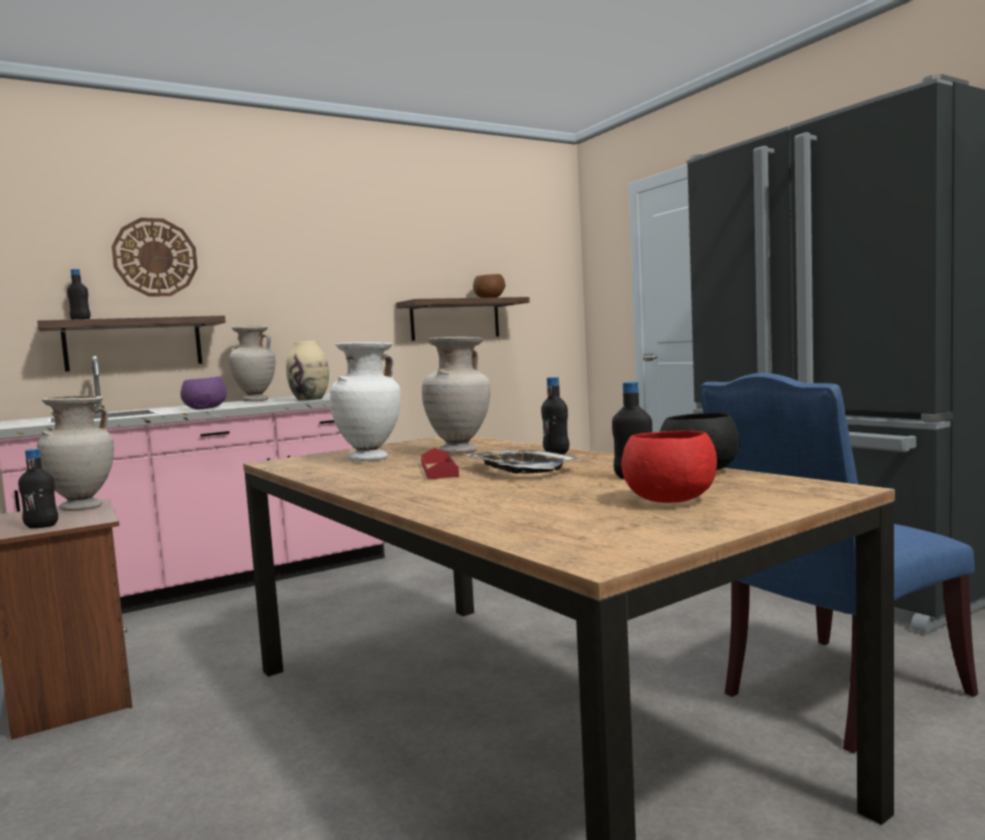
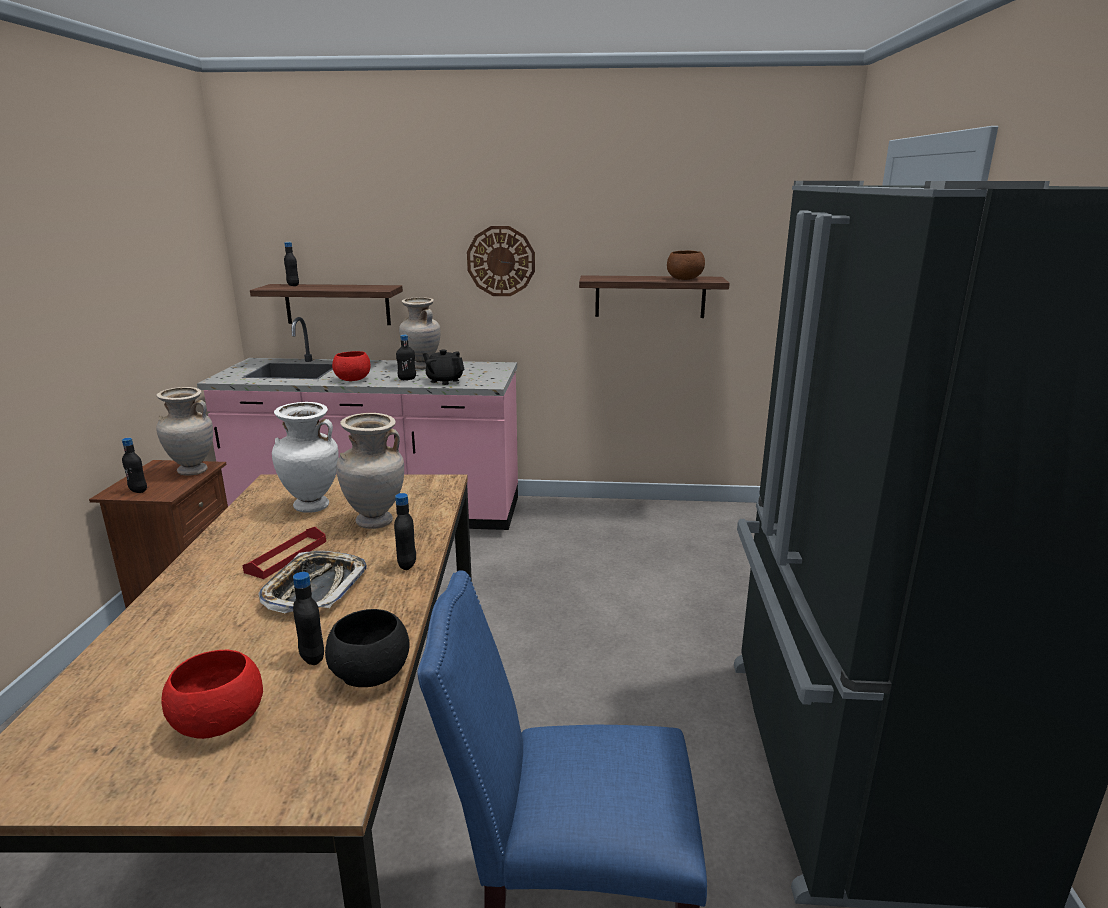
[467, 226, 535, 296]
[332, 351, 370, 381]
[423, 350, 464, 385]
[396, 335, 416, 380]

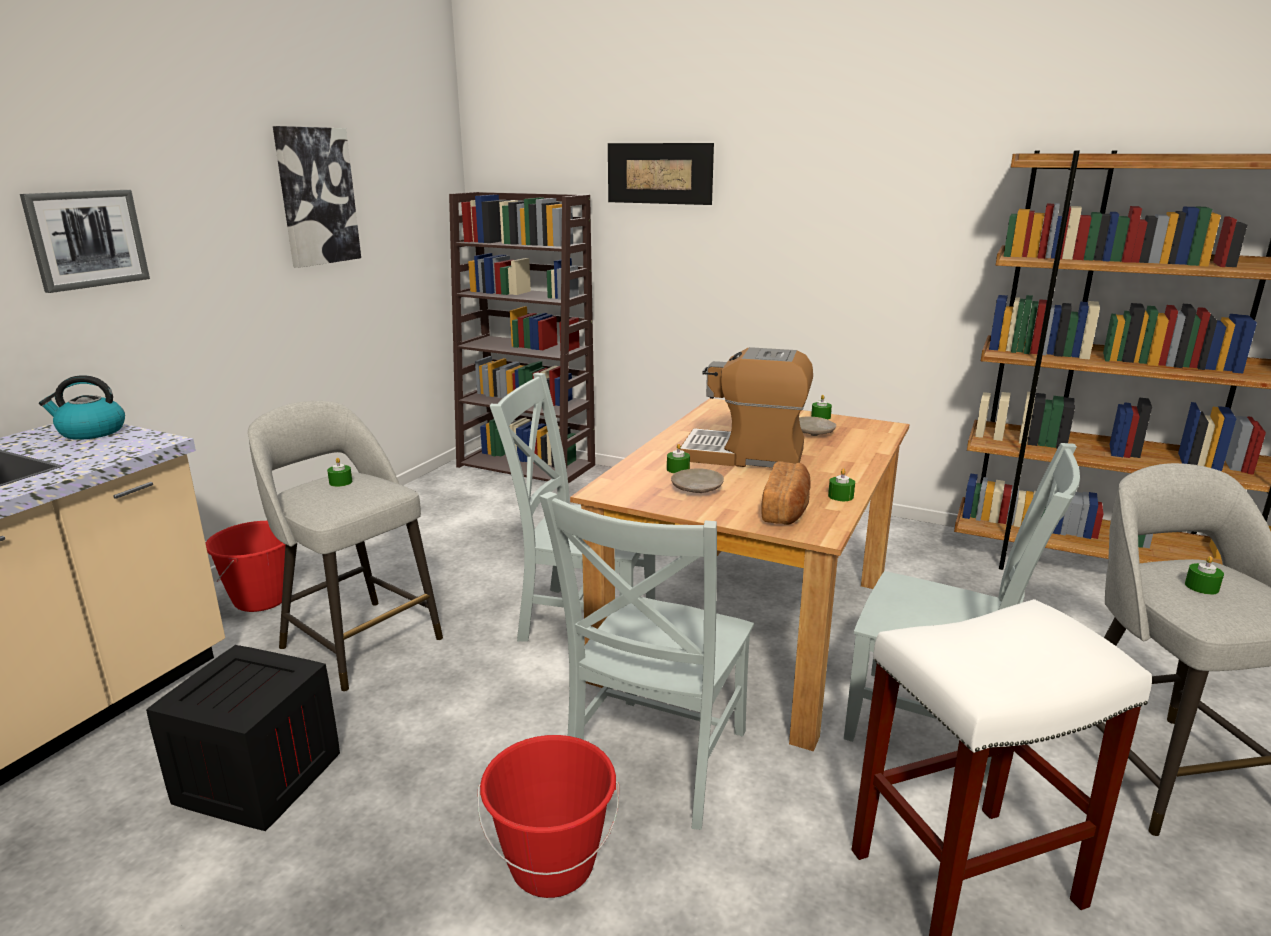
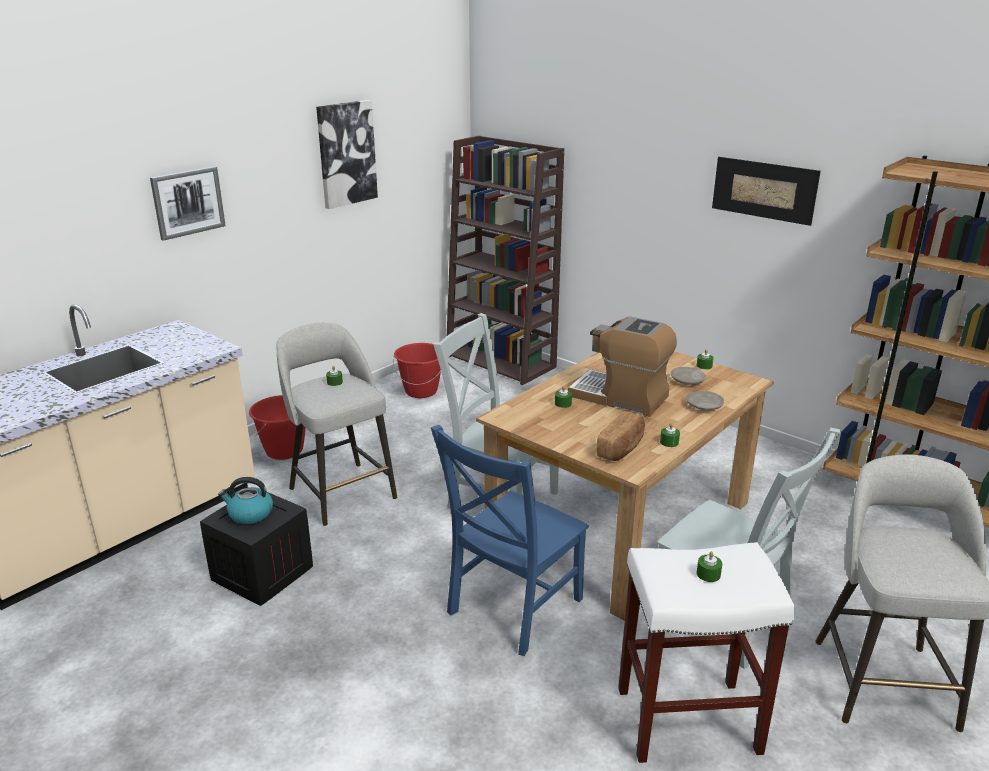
[218, 477, 273, 524]
[393, 343, 441, 398]
[431, 425, 589, 656]
[712, 157, 821, 226]
[686, 391, 724, 410]
[697, 551, 722, 582]

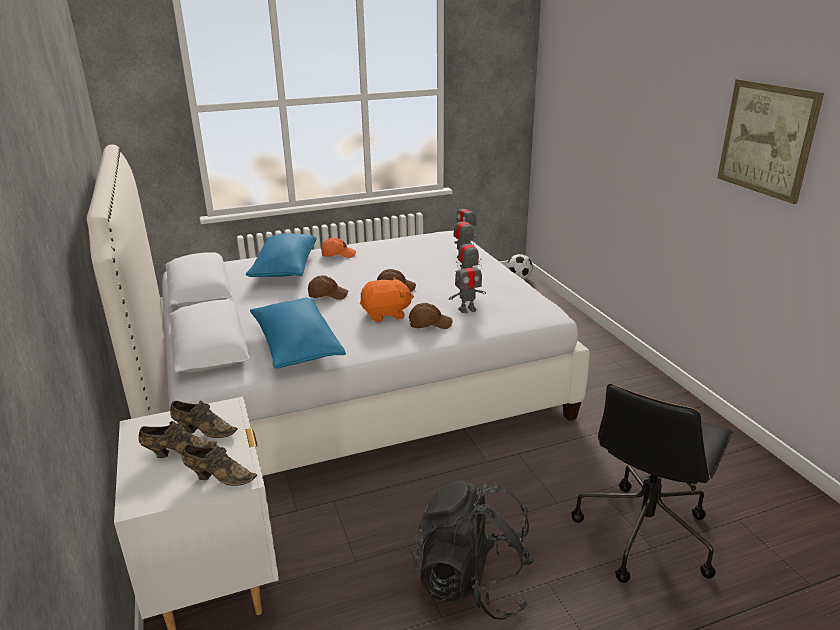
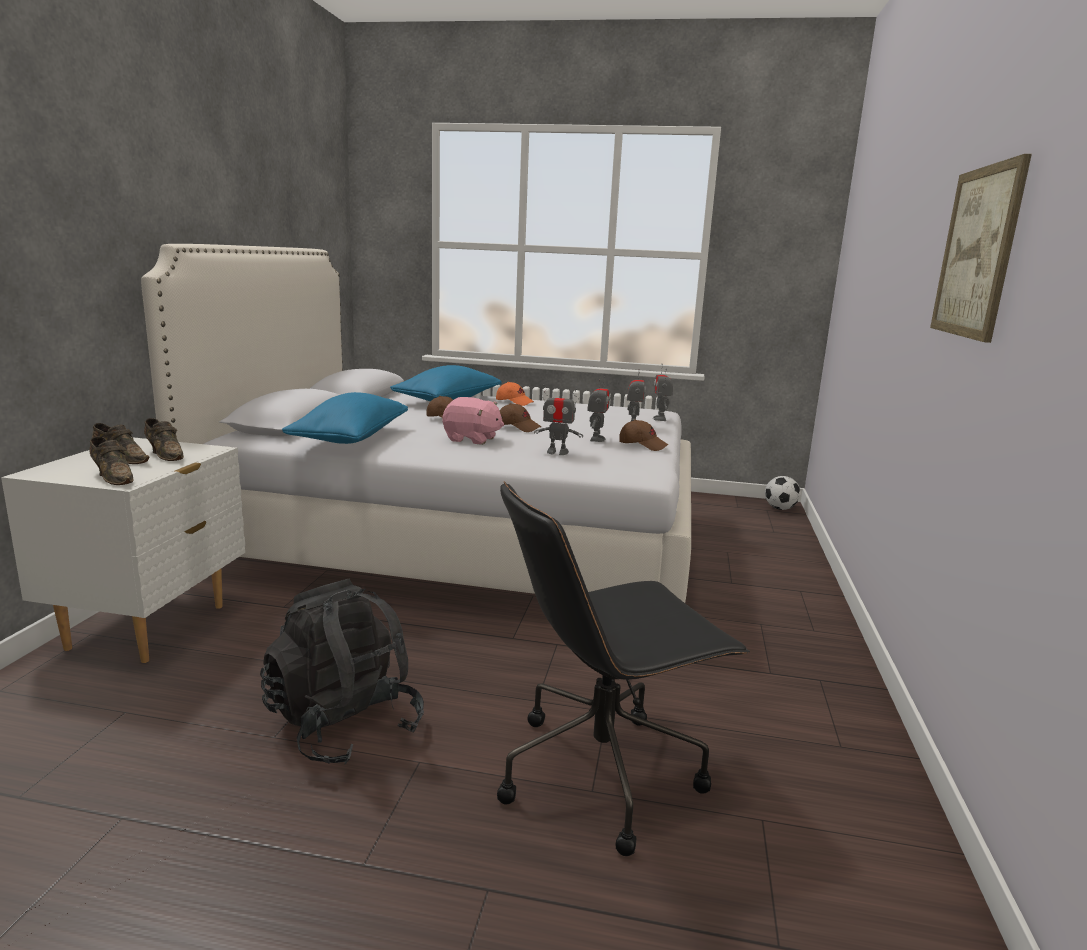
[443, 397, 504, 445]
[619, 420, 668, 451]

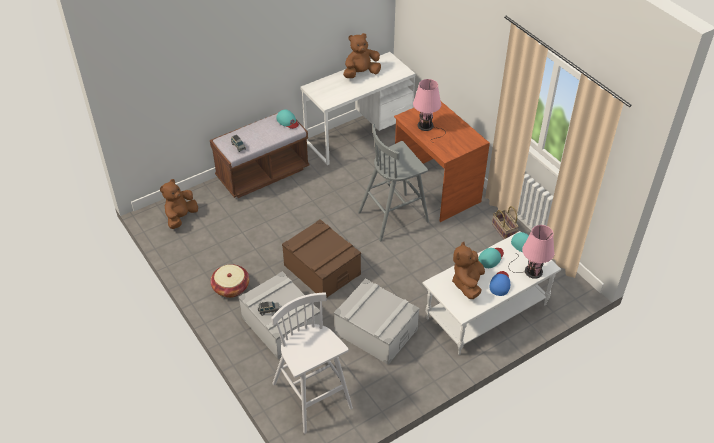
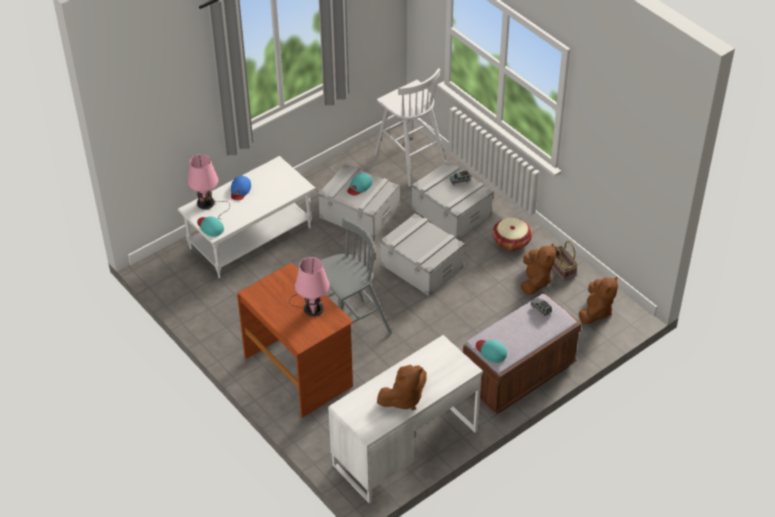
[380, 213, 465, 296]
[521, 244, 556, 295]
[347, 173, 372, 195]
[552, 241, 578, 281]

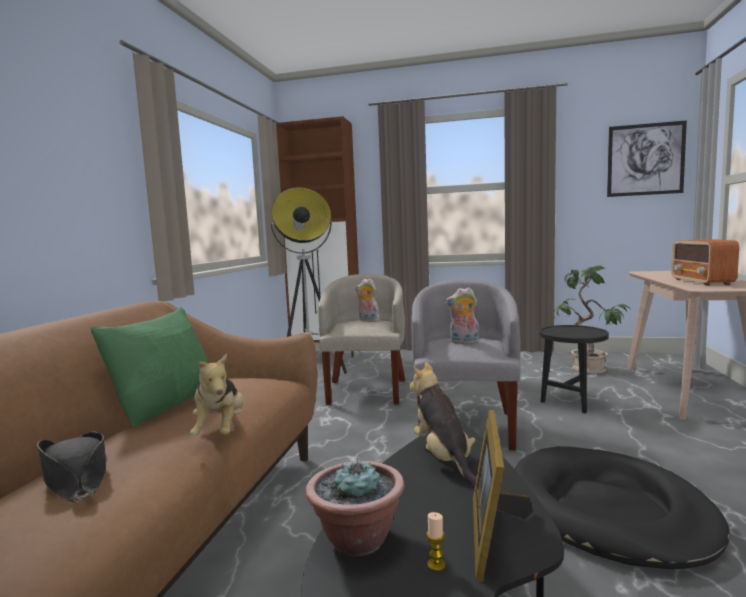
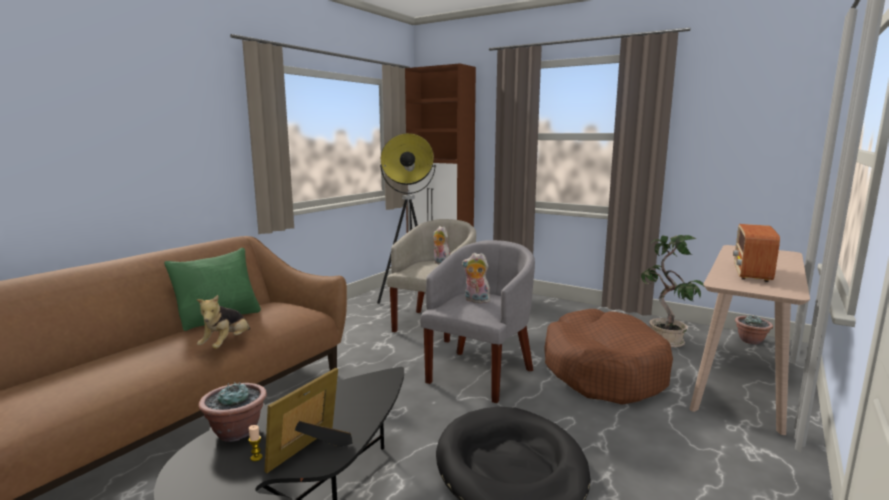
[37, 432, 108, 502] (first image)
[409, 362, 476, 488] (first image)
[544, 309, 673, 405]
[607, 120, 687, 197] (first image)
[735, 316, 773, 344]

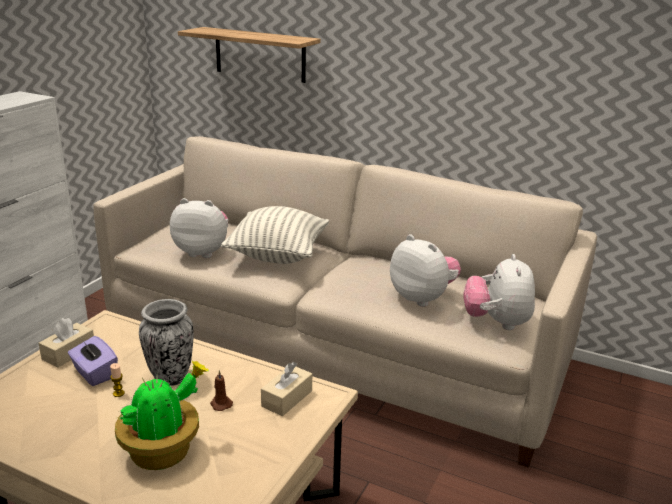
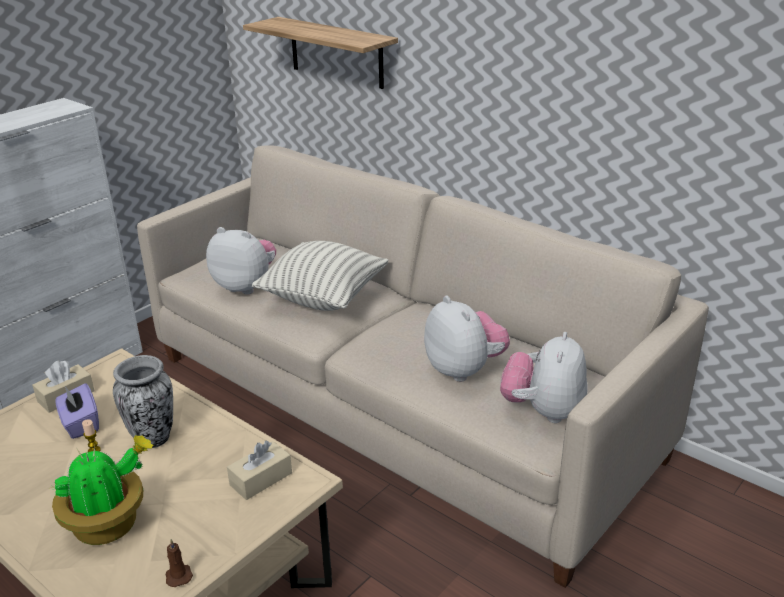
[166, 539, 193, 587]

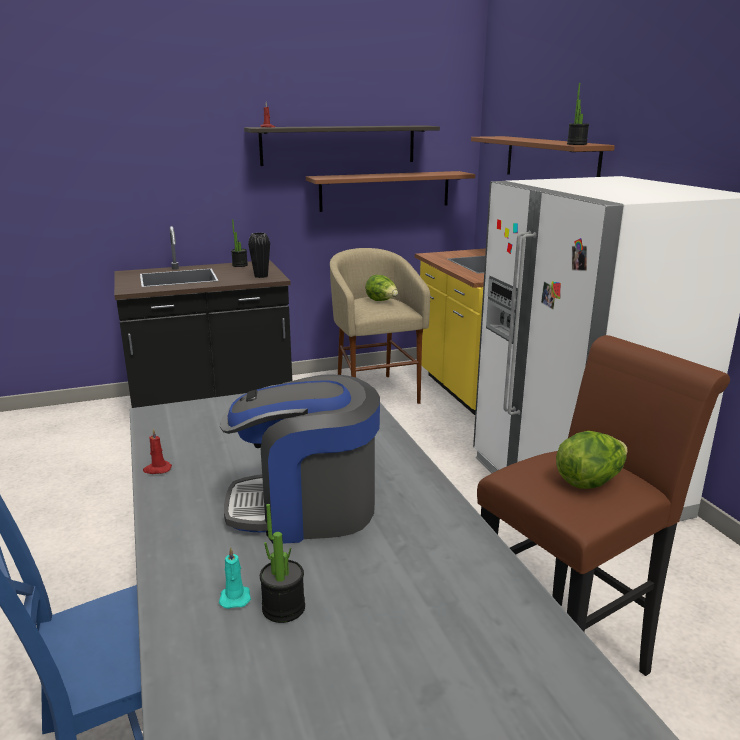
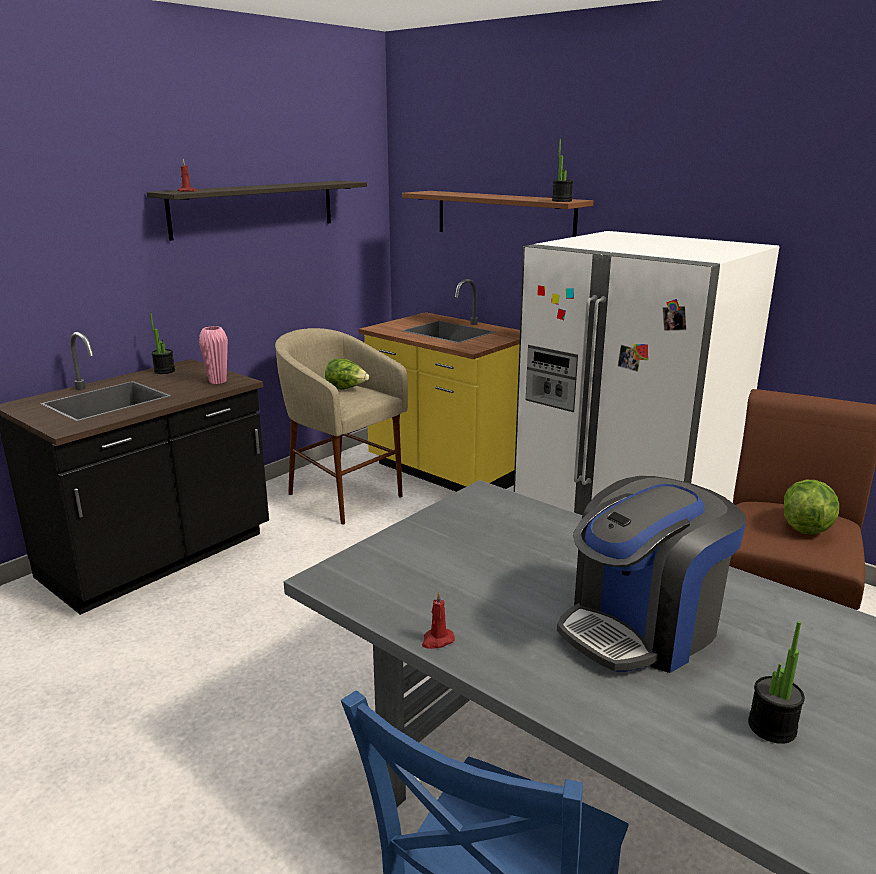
[219, 547, 251, 609] (first image)
[199, 326, 228, 384]
[306, 171, 475, 212] (first image)

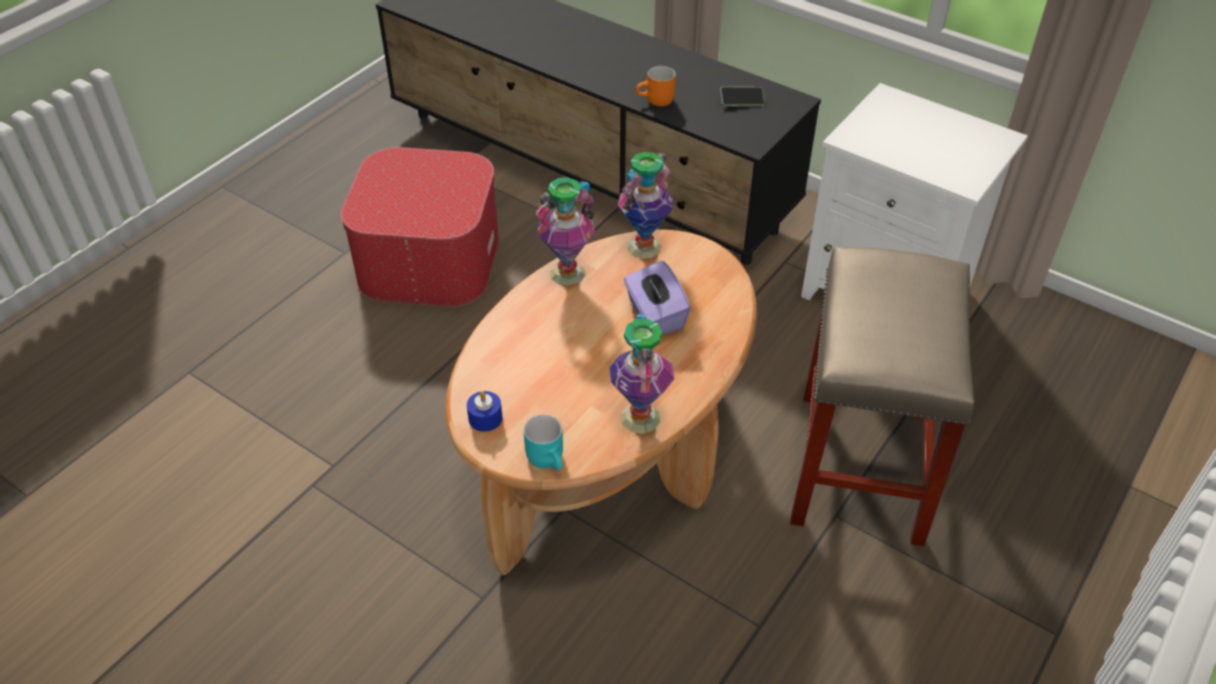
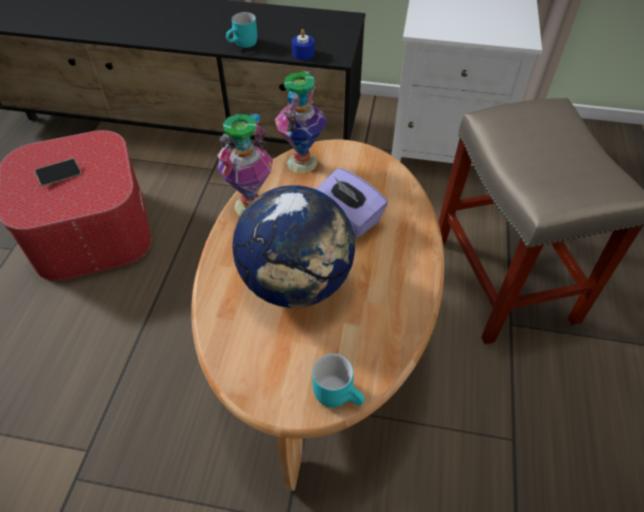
[292, 29, 314, 60]
[610, 314, 675, 434] (first image)
[226, 12, 257, 48]
[35, 159, 81, 186]
[232, 185, 355, 308]

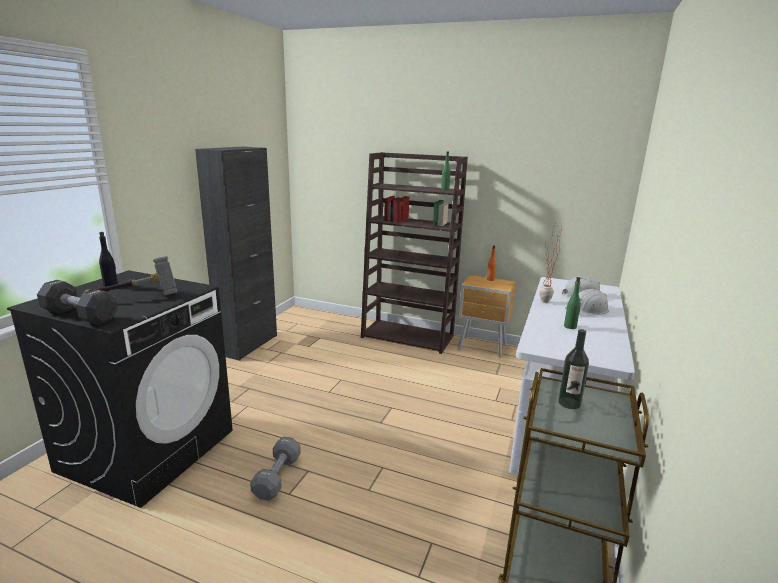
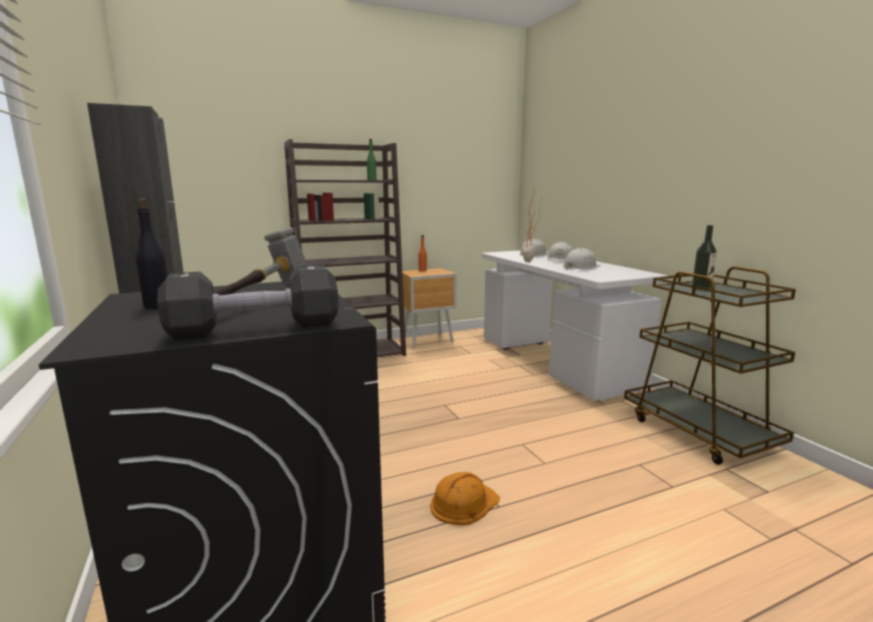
[430, 472, 500, 525]
[563, 248, 601, 269]

